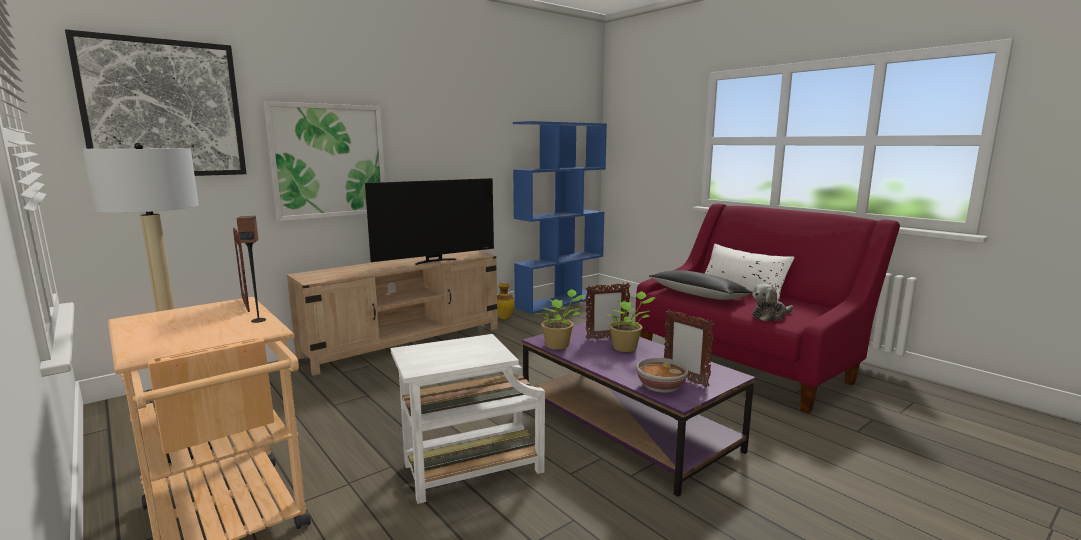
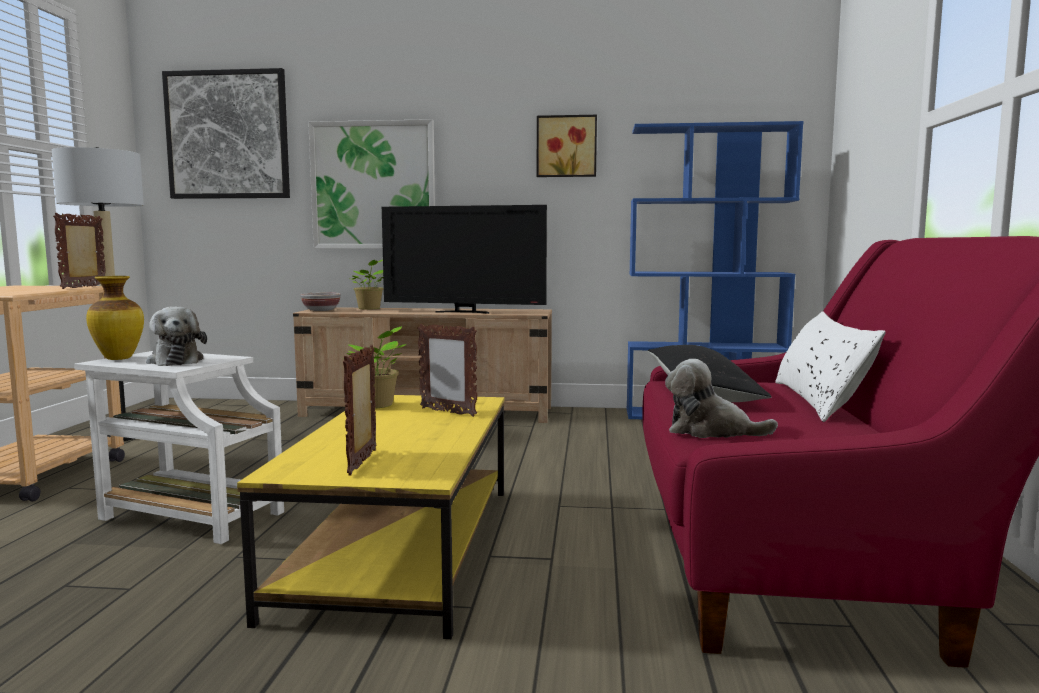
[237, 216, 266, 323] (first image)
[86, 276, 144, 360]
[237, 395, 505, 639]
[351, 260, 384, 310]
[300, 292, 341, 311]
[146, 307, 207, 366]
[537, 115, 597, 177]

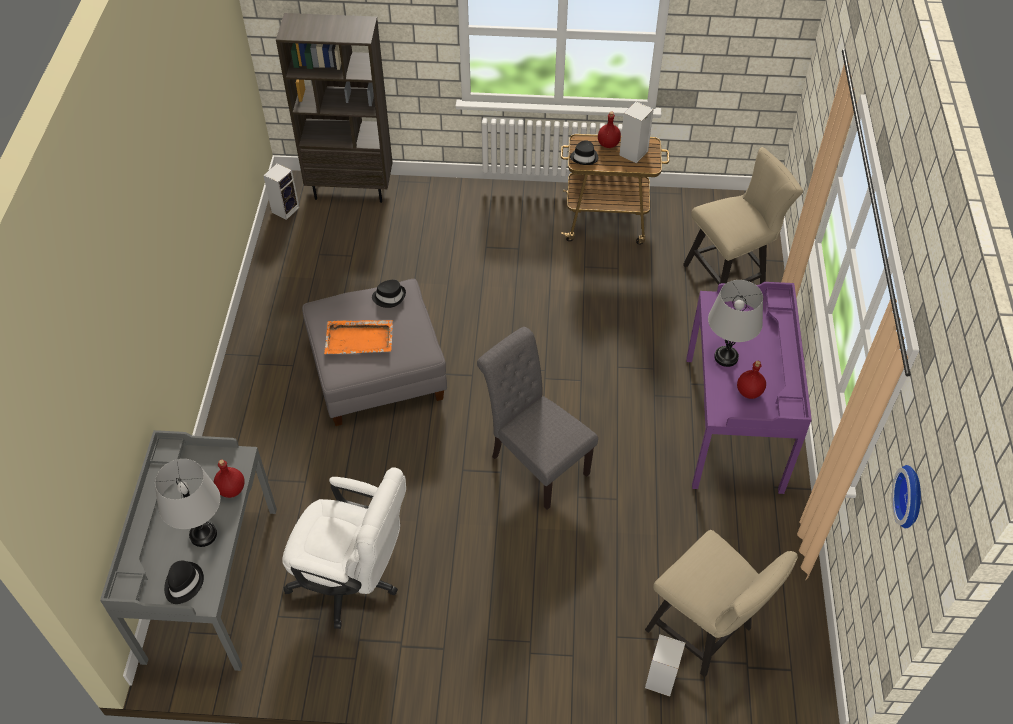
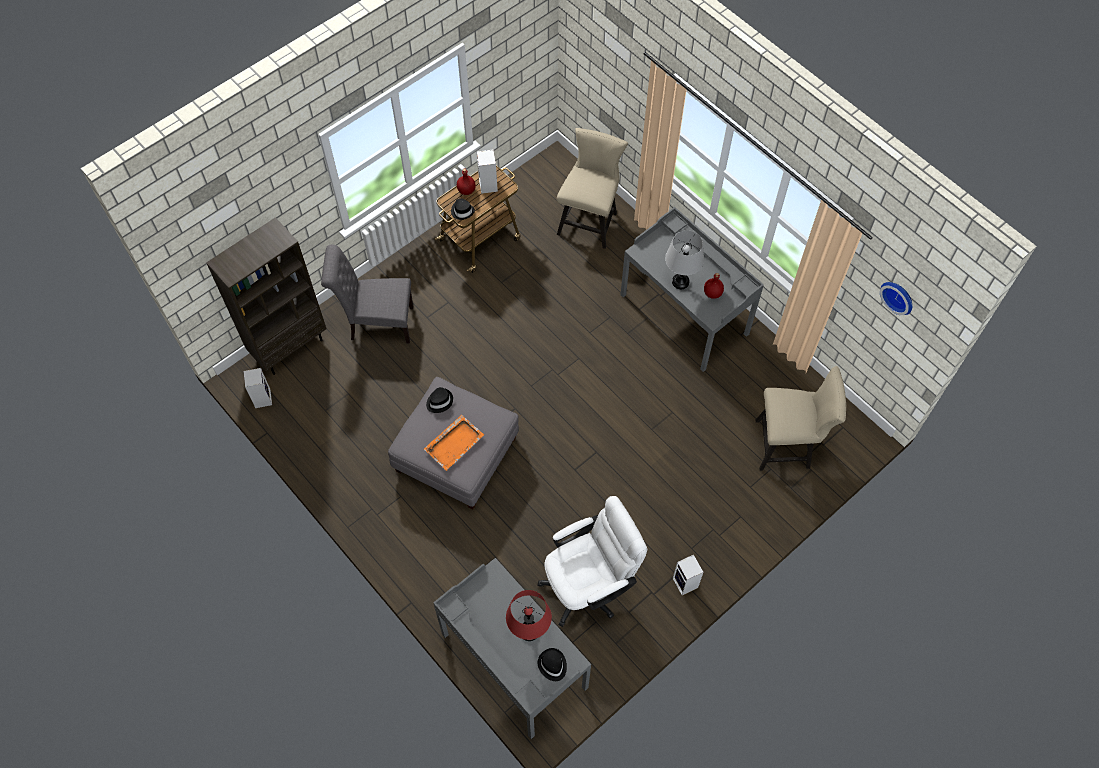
[506, 590, 552, 641]
[214, 459, 245, 498] (first image)
[321, 245, 414, 343]
[673, 555, 703, 595]
[621, 207, 764, 372]

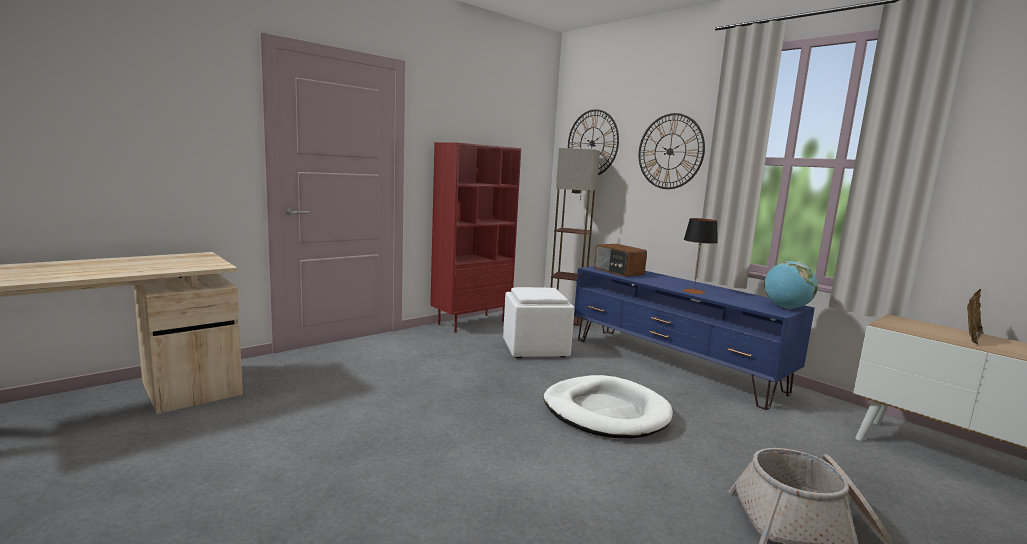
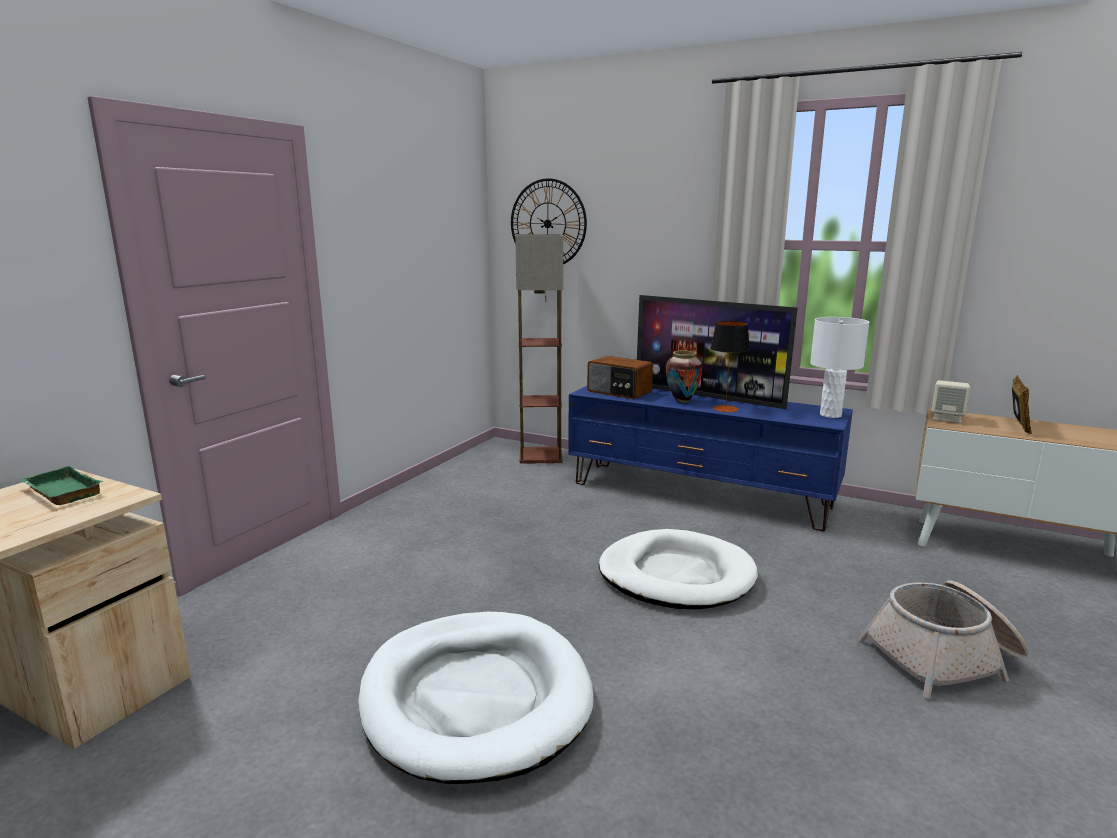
[430, 142, 521, 332] (first image)
[503, 287, 575, 358] (first image)
[639, 113, 705, 189] (first image)
[810, 317, 870, 418]
[19, 466, 104, 505]
[358, 612, 594, 784]
[637, 295, 798, 409]
[666, 351, 703, 403]
[931, 380, 970, 423]

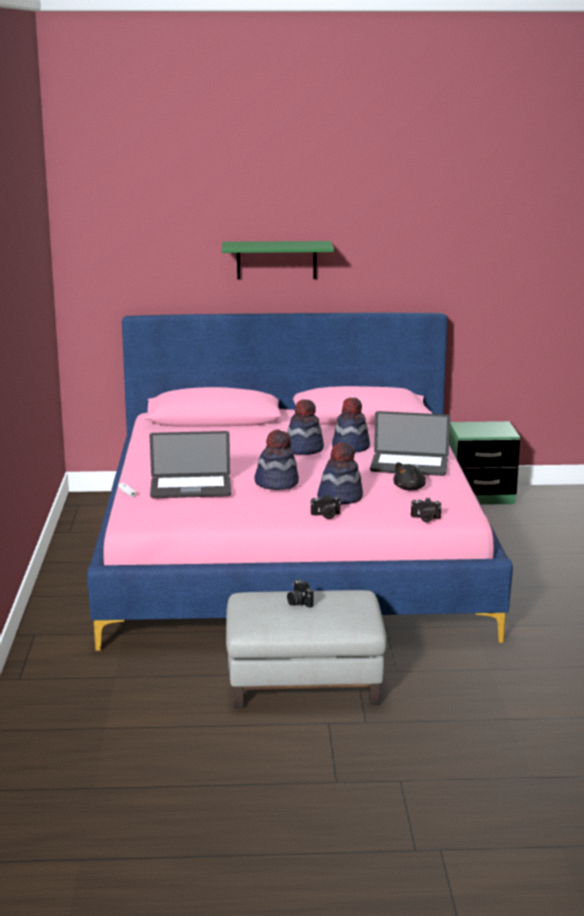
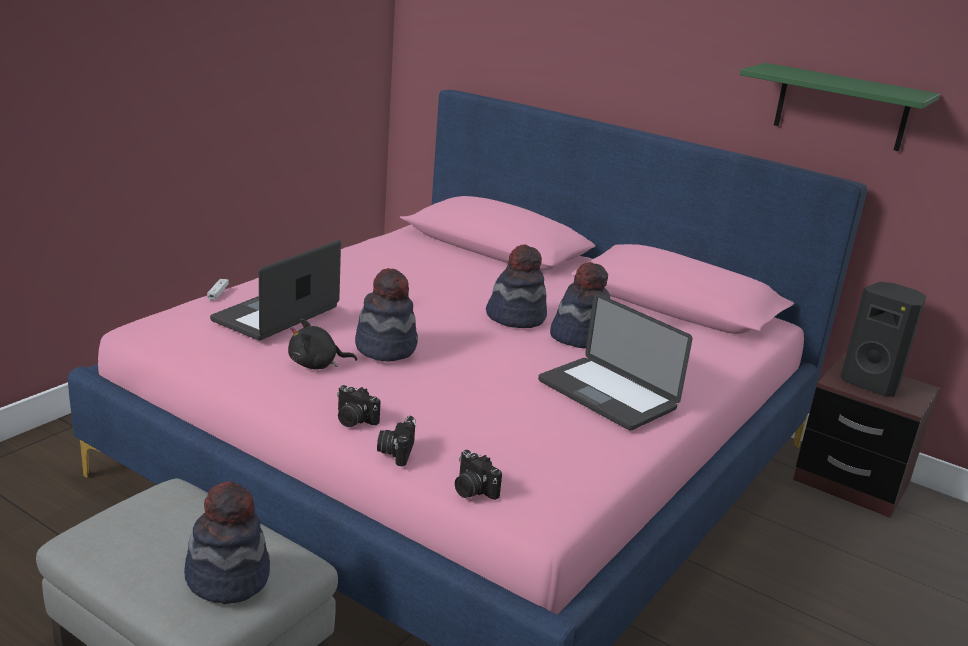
[210, 240, 341, 340]
[740, 63, 940, 151]
[377, 416, 417, 467]
[184, 481, 270, 604]
[288, 318, 357, 369]
[793, 356, 940, 518]
[840, 282, 926, 397]

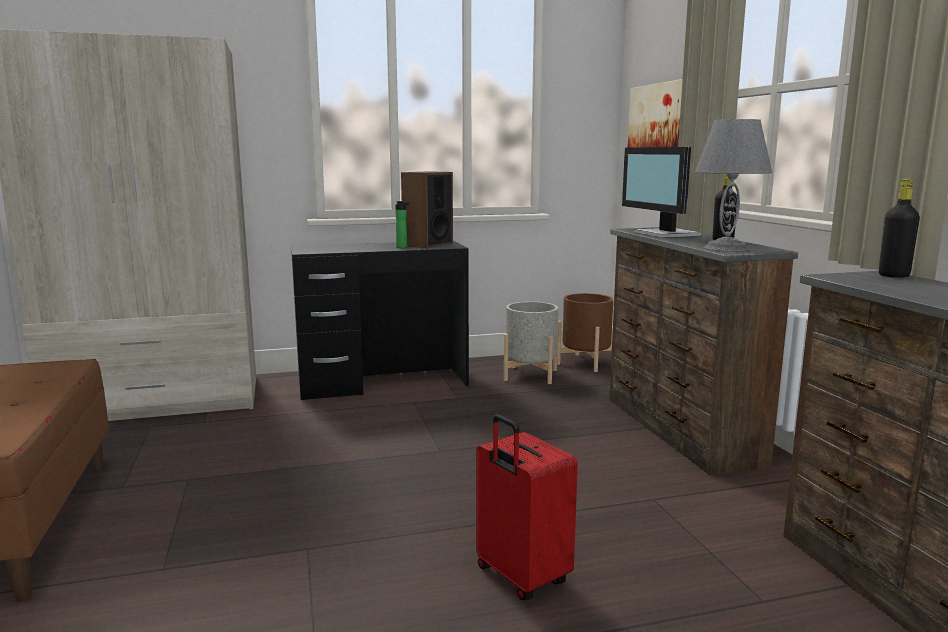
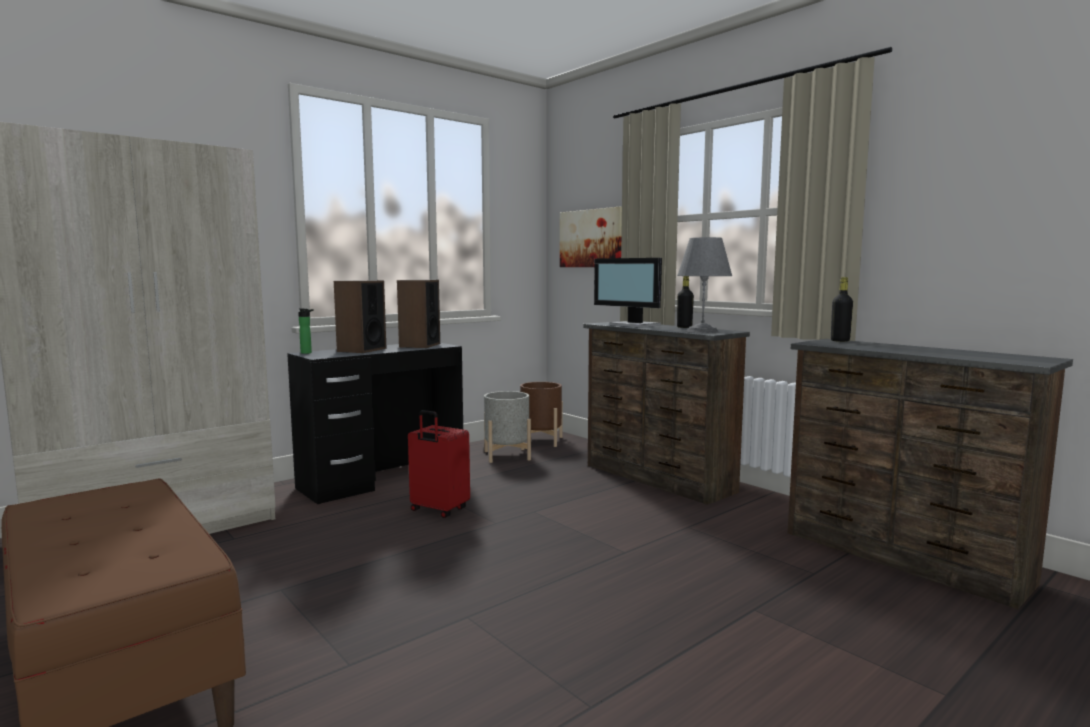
[298, 308, 314, 354]
[408, 410, 470, 518]
[334, 280, 387, 353]

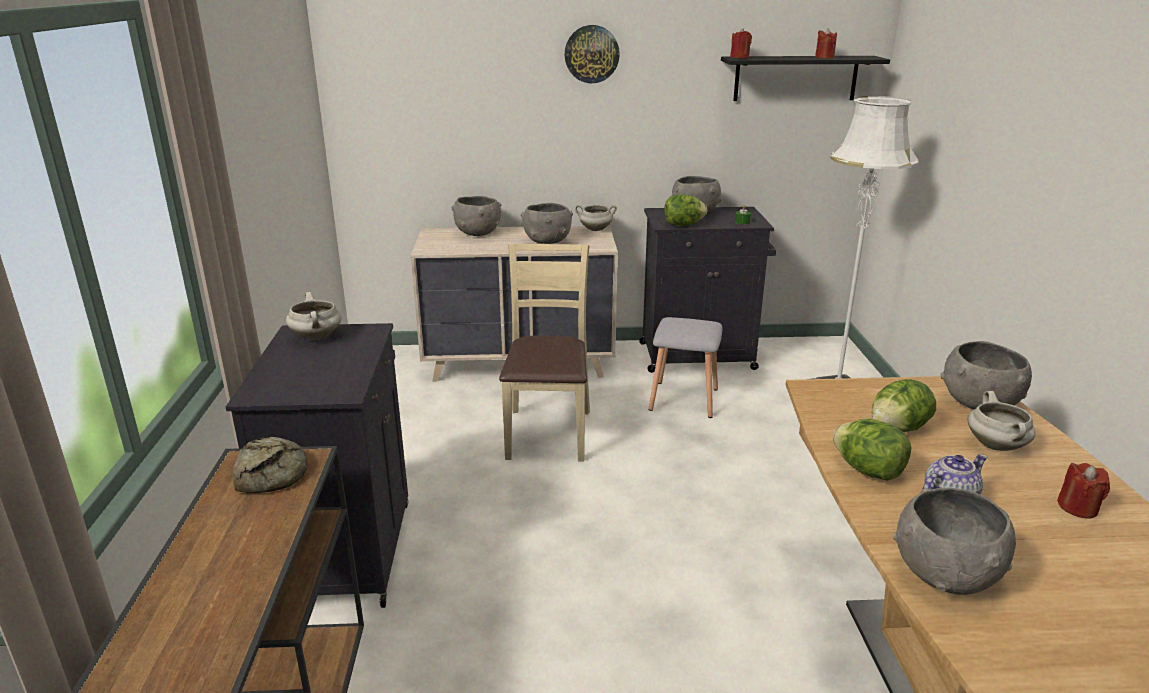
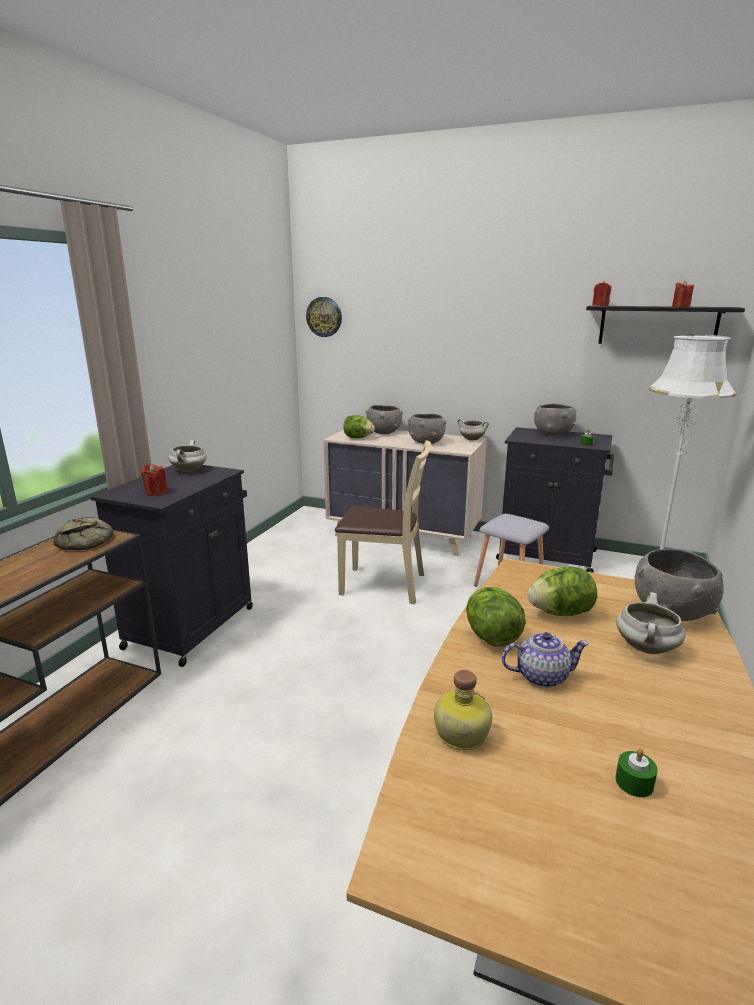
[335, 440, 431, 604]
[306, 297, 342, 337]
[343, 415, 375, 438]
[434, 670, 492, 750]
[141, 464, 168, 496]
[615, 748, 658, 797]

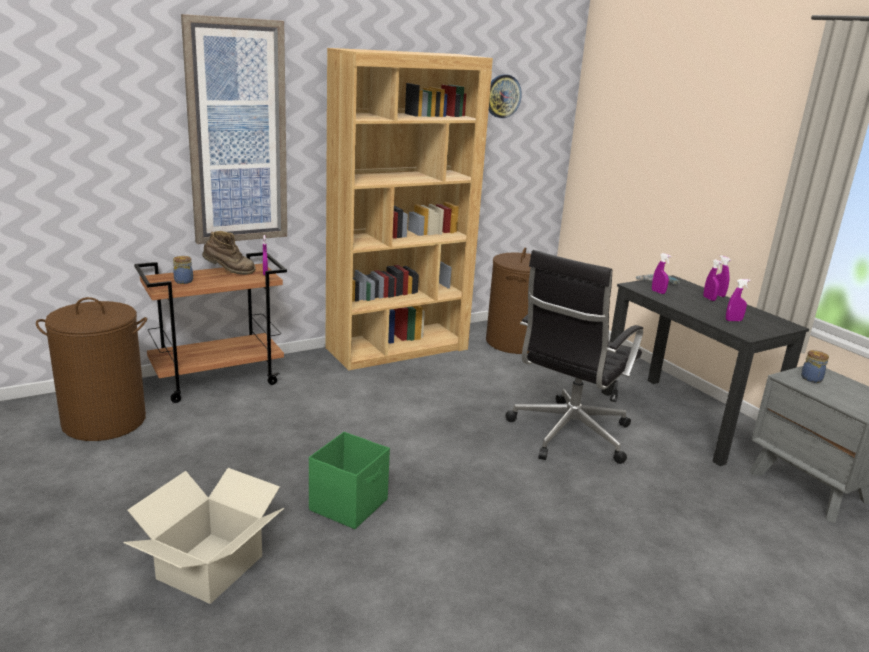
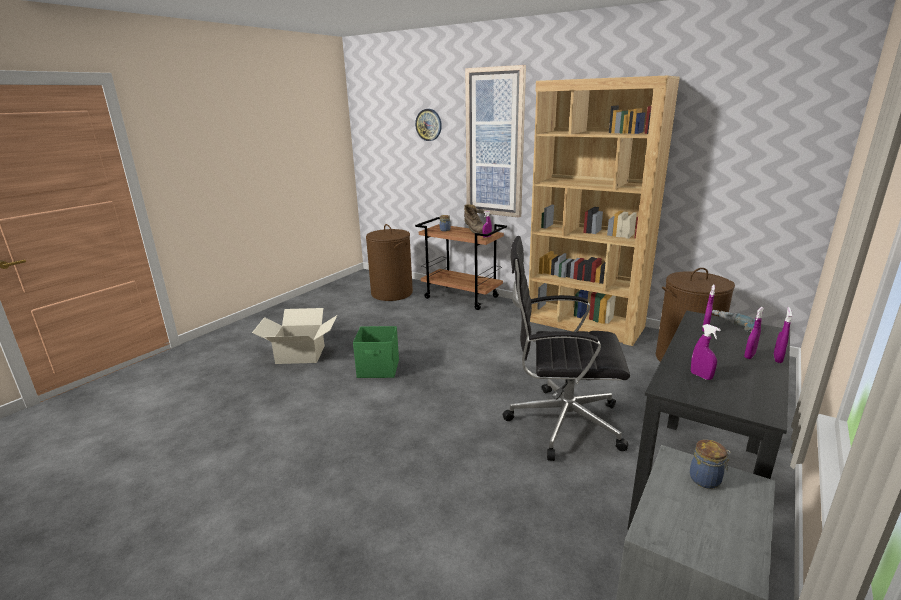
[415, 109, 442, 141]

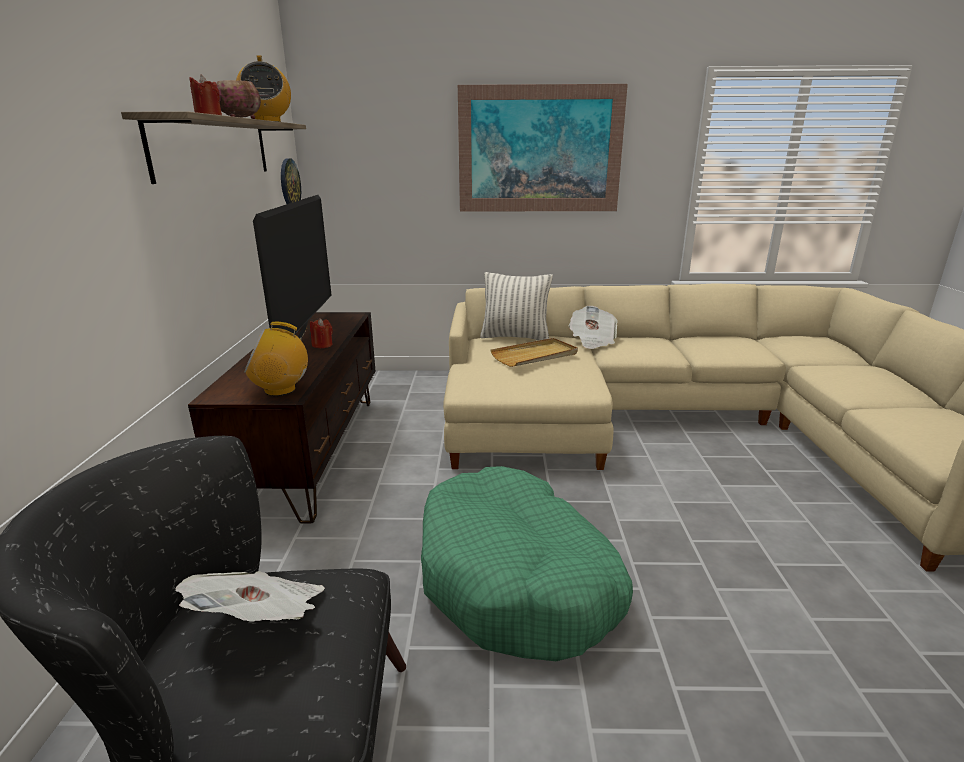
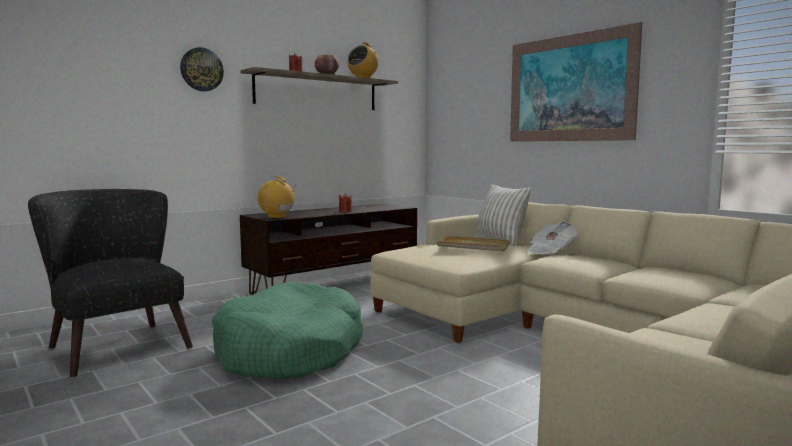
[175, 571, 325, 622] (first image)
[253, 195, 332, 339] (first image)
[180, 47, 224, 91]

